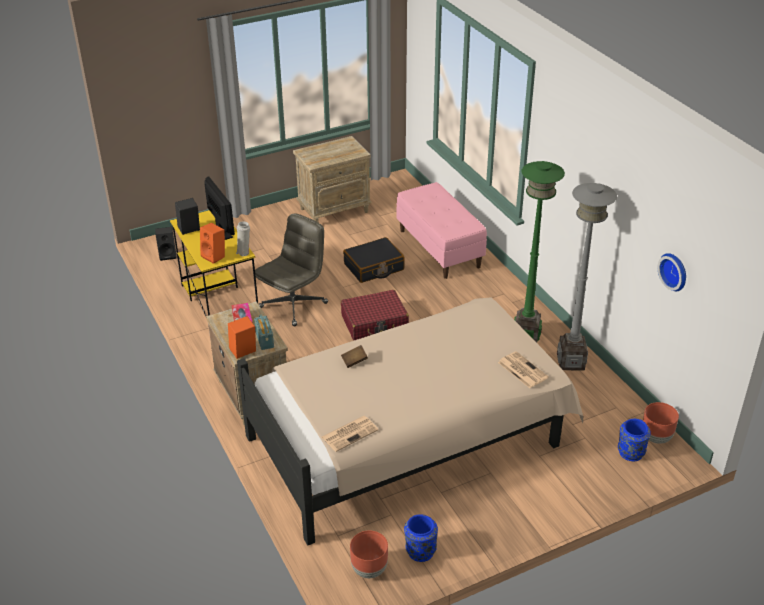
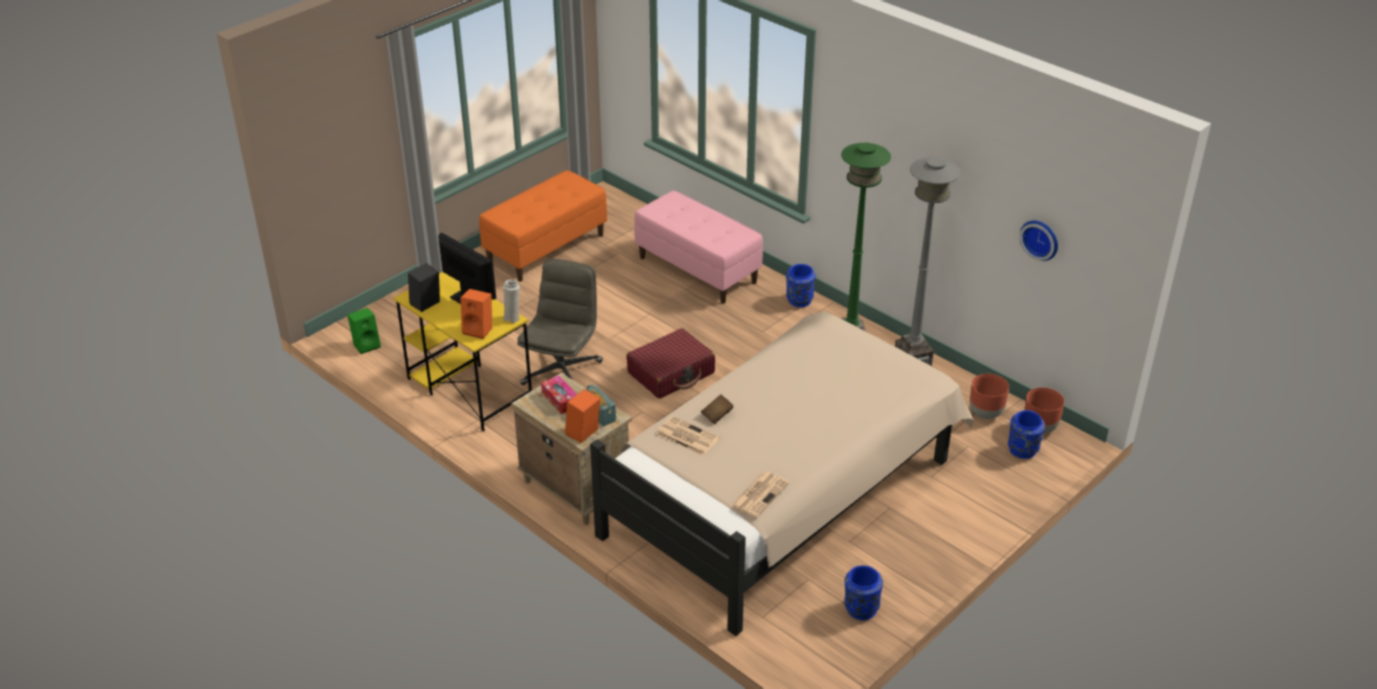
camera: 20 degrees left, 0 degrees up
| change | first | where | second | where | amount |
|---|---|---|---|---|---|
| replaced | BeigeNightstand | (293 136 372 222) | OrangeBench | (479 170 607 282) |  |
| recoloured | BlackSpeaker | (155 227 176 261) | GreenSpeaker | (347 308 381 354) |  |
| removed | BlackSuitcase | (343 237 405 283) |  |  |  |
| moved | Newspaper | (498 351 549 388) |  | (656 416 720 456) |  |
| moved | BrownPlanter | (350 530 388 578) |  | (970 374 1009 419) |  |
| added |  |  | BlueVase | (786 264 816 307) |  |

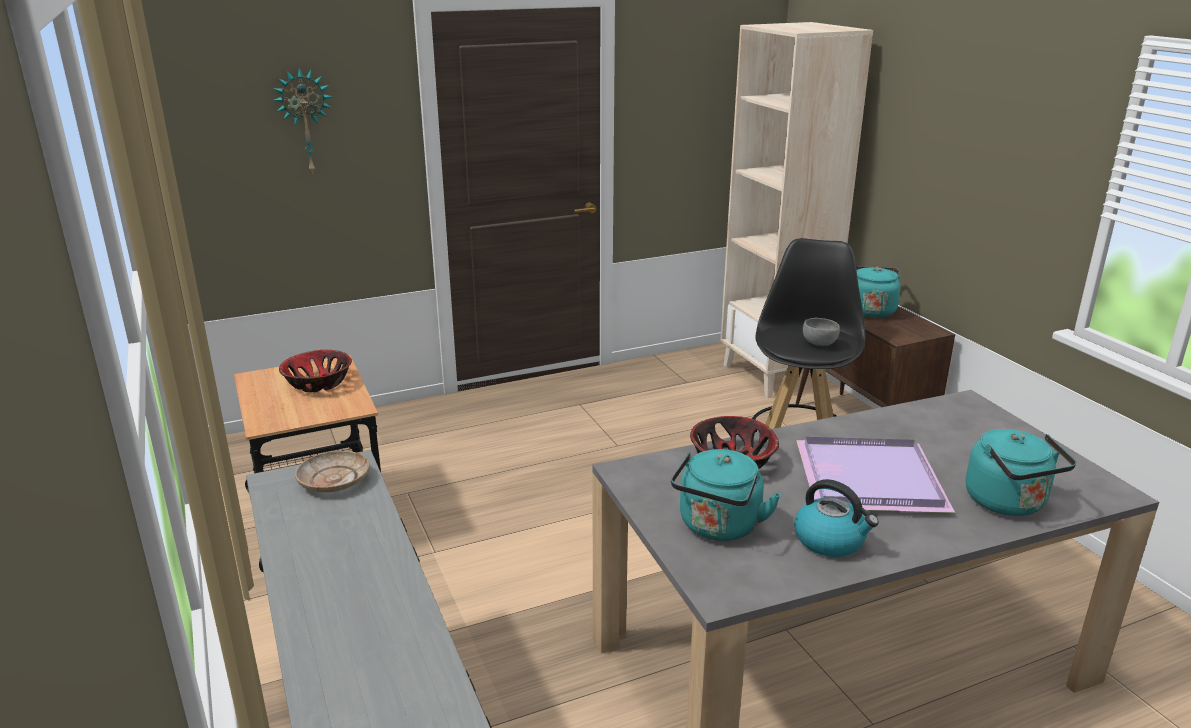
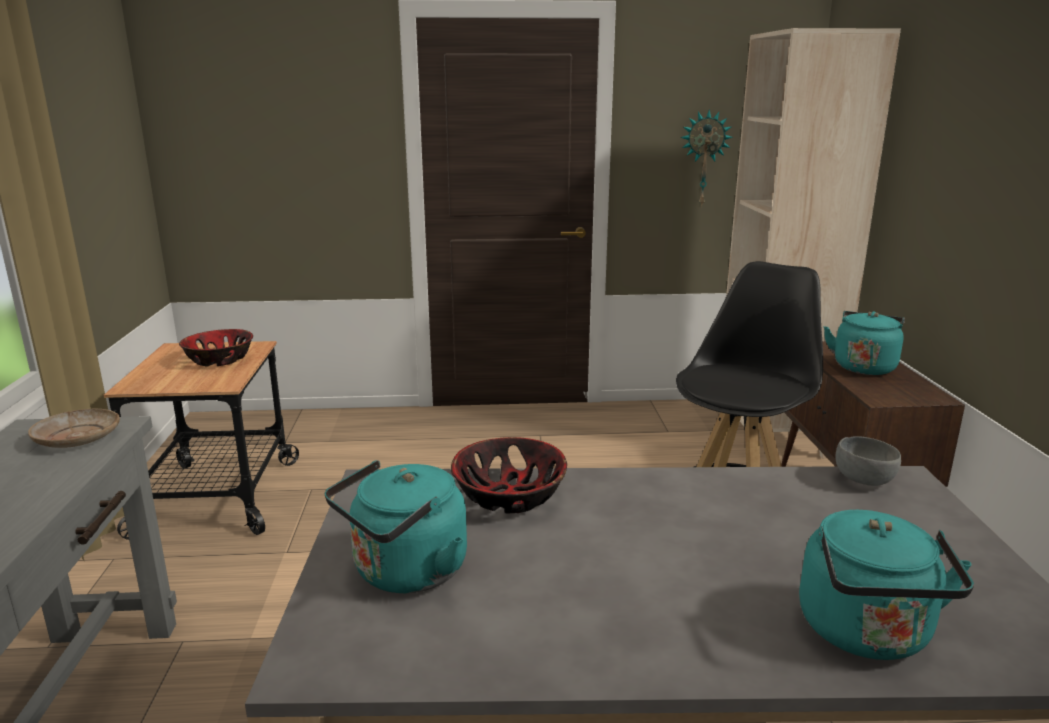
camera: 20 degrees right, 5 degrees down
| change | first | where | second | where | amount |
|---|---|---|---|---|---|
| moved | WallClock | (273 68 333 174) |  | (681 109 733 207) |  |
| moved | GreyBowl | (803 318 840 346) |  | (835 436 901 486) |  |
| removed | PurpleTray | (796 437 955 513) |  |  |  |
| removed | Kettle | (794 479 879 557) |  |  |  |

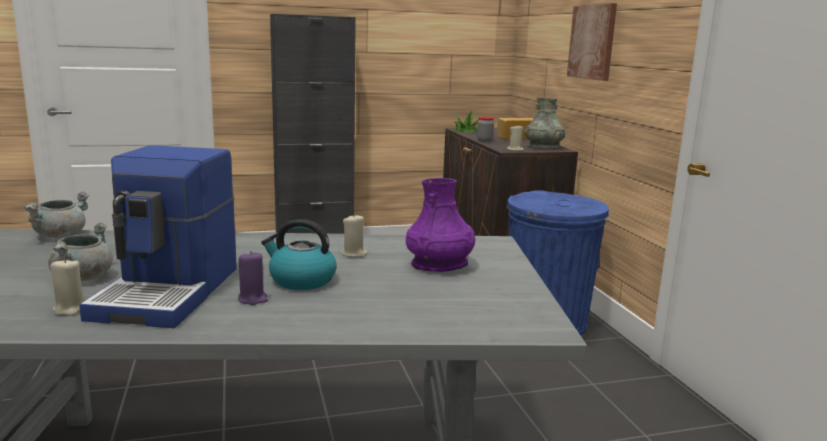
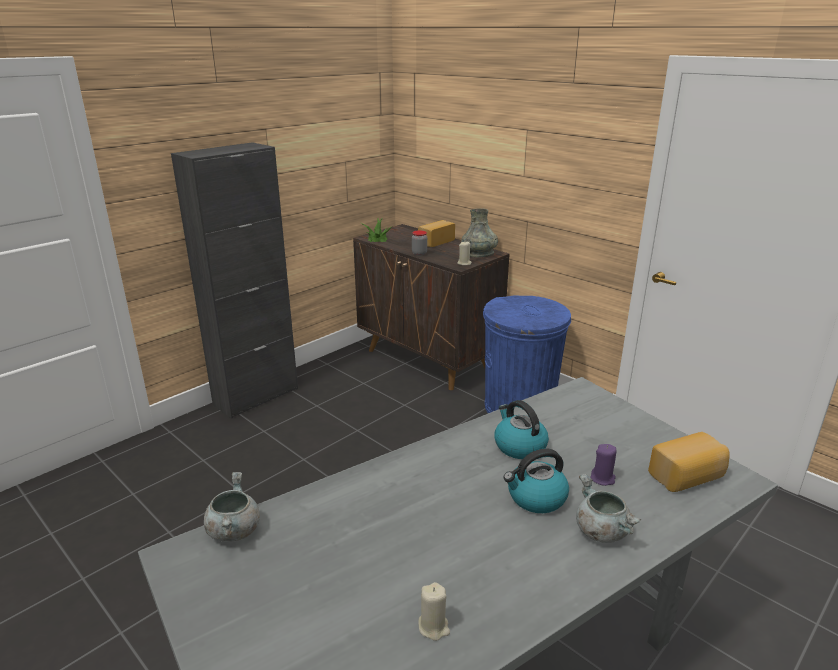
camera: 30 degrees left, 10 degrees up
| change | first | where | second | where | amount |
|---|---|---|---|---|---|
| removed | Picture | (567 3 617 81) |  |  |  |
| removed | CoffeeMachine | (79 145 237 328) |  |  |  |
| removed | PurpleVase | (406 178 475 272) |  |  |  |
| replaced | BeigeCandle | (341 214 368 257) | Kettle | (495 400 549 459) |  |
| moved | GreyCookingPot | (48 222 113 281) |  | (576 474 641 543) |  |
| moved | PurpleCandle | (238 251 268 305) |  | (591 444 616 486) |  |
| added |  |  | Bread | (648 432 730 492) |  |

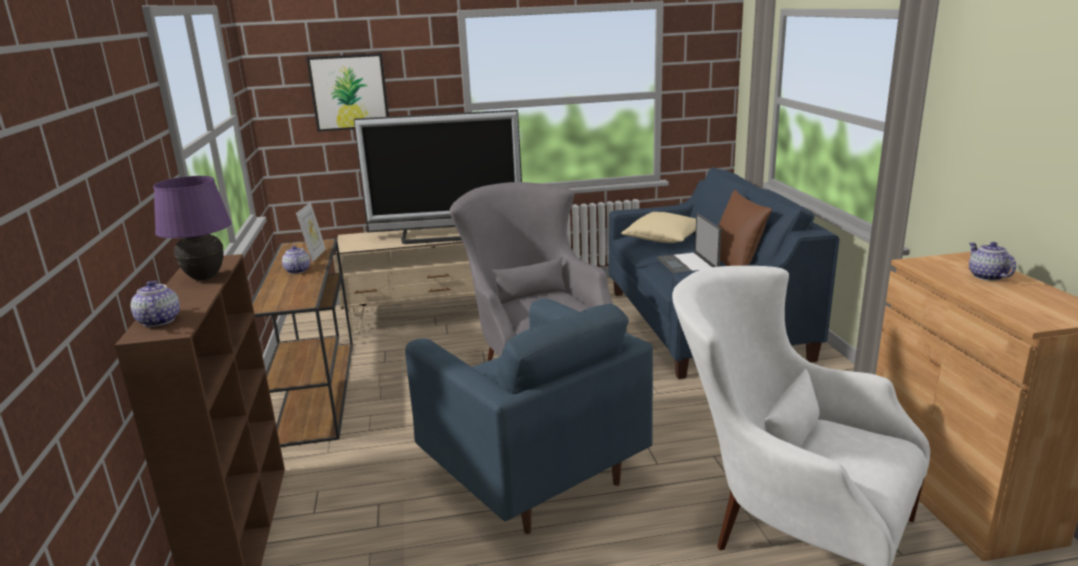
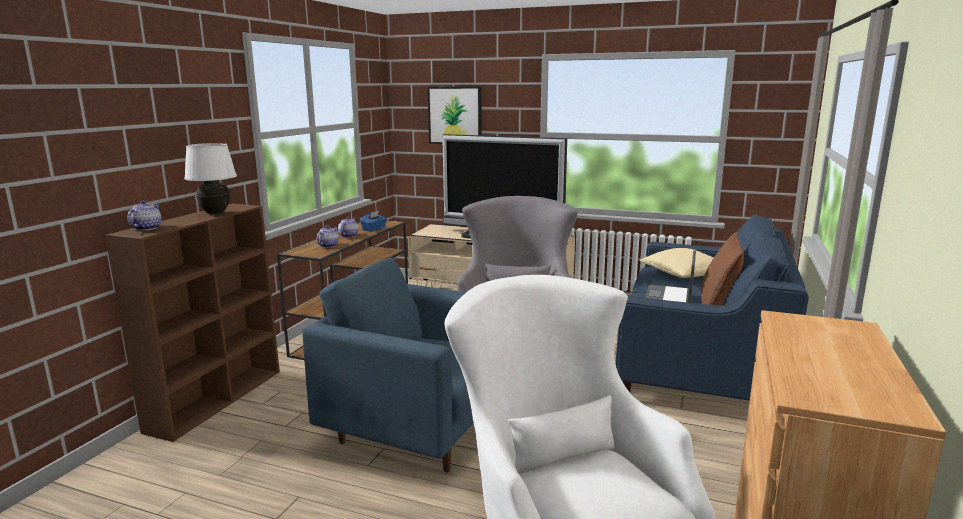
camera: 30 degrees right, 5 degrees down
| change | first | where | second | where | amount |
|---|---|---|---|---|---|
| recoloured | PurpleTableLamp | (153 176 232 280) | WhiteTableLamp | (184 143 237 214) |  |
| replaced | PictureFrame | (296 202 326 262) | BlueTissueBox | (360 211 387 232) |  |
| moved | Teapot | (969 242 1016 281) |  | (317 225 339 248) |  |
| turned | BlueArmchair | (405 298 653 534) |  | (302 258 474 472) | 120 degrees clockwise |

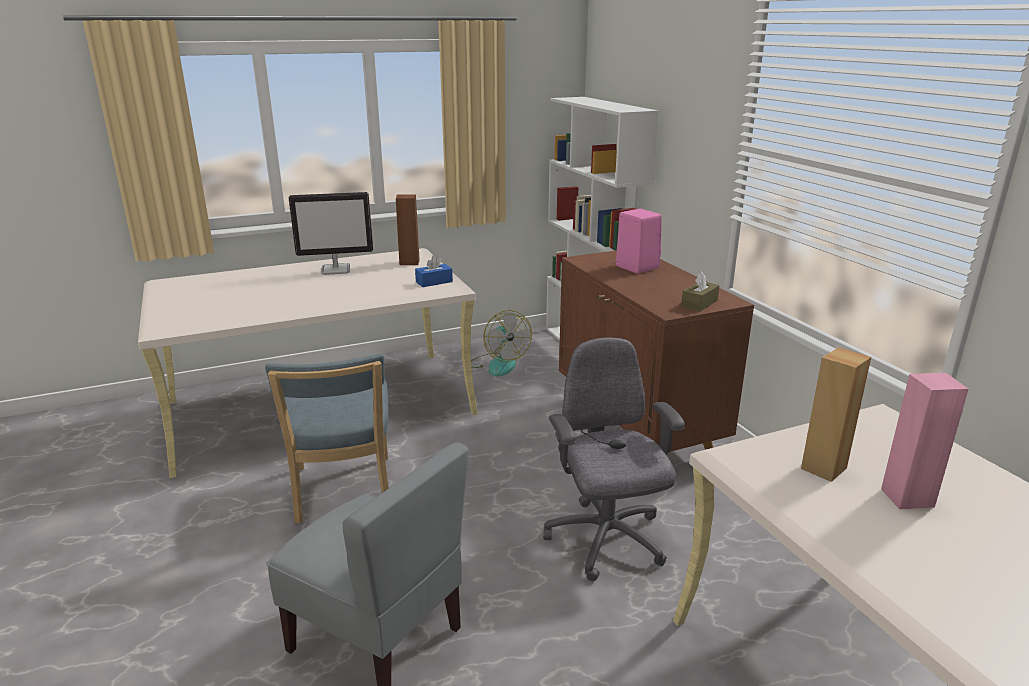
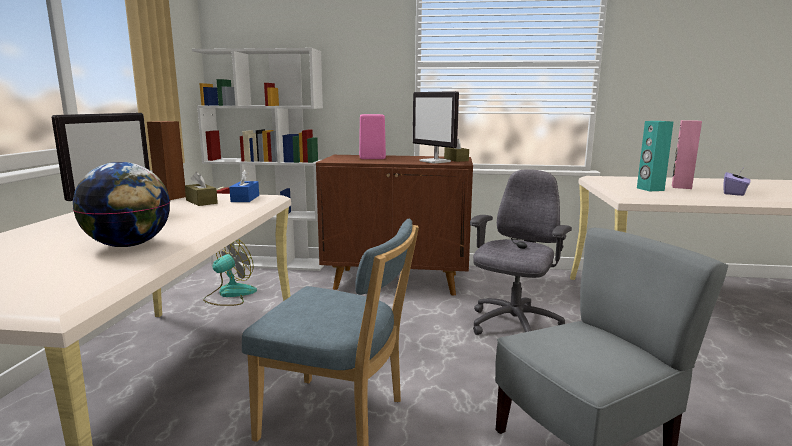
camera: 60 degrees left, 10 degrees down
| change | first | where | second | where | amount |
|---|---|---|---|---|---|
| turned | Fan | (471 310 532 376) |  | (203 239 257 306) | 60 degrees counterclockwise |
| turned | GreyOfficeChair | (543 337 685 581) |  | (470 169 572 335) | 105 degrees clockwise |
| recoloured | BrownSpeaker | (801 347 871 482) | TurquoiseSpeaker | (637 121 673 191) |  |
| added |  |  | Monitor | (413 91 459 164) |  |
| added |  |  | Globe | (73 162 170 247) |  |
| added |  |  | PurpleTissueBox | (723 169 751 196) |  |
| added |  |  | BrownTissueBox | (185 172 218 206) |  |

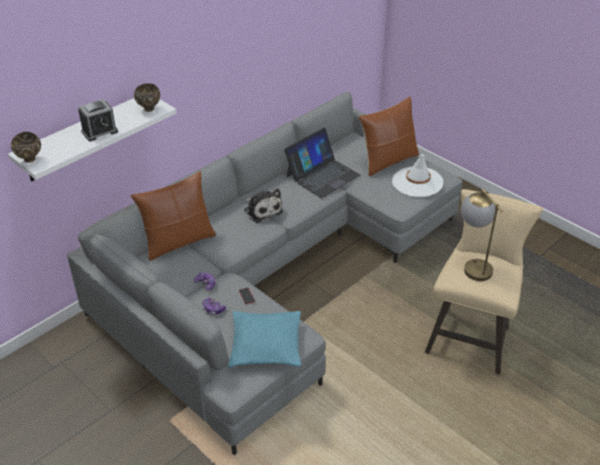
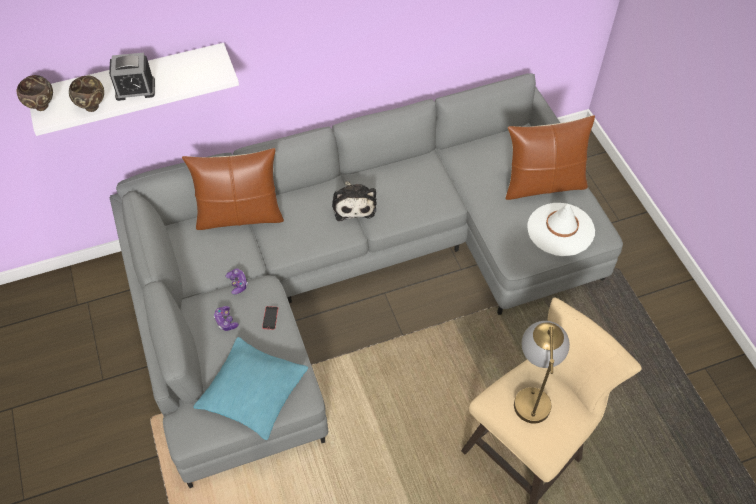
camera: 25 degrees right, 15 degrees up
| change | first | where | second | where | amount |
|---|---|---|---|---|---|
| moved | BrownBowl | (134 83 160 112) |  | (69 75 104 112) |  |
| removed | Laptop | (284 128 360 198) |  |  |  |

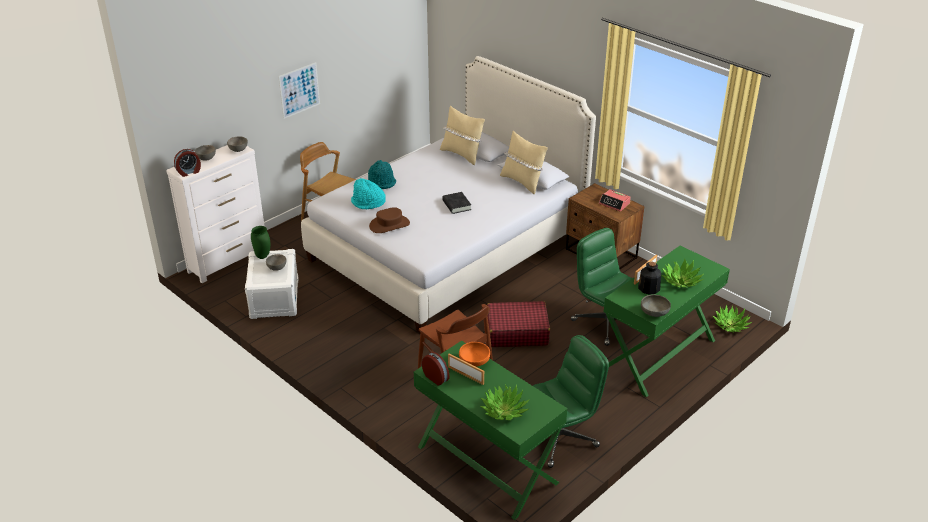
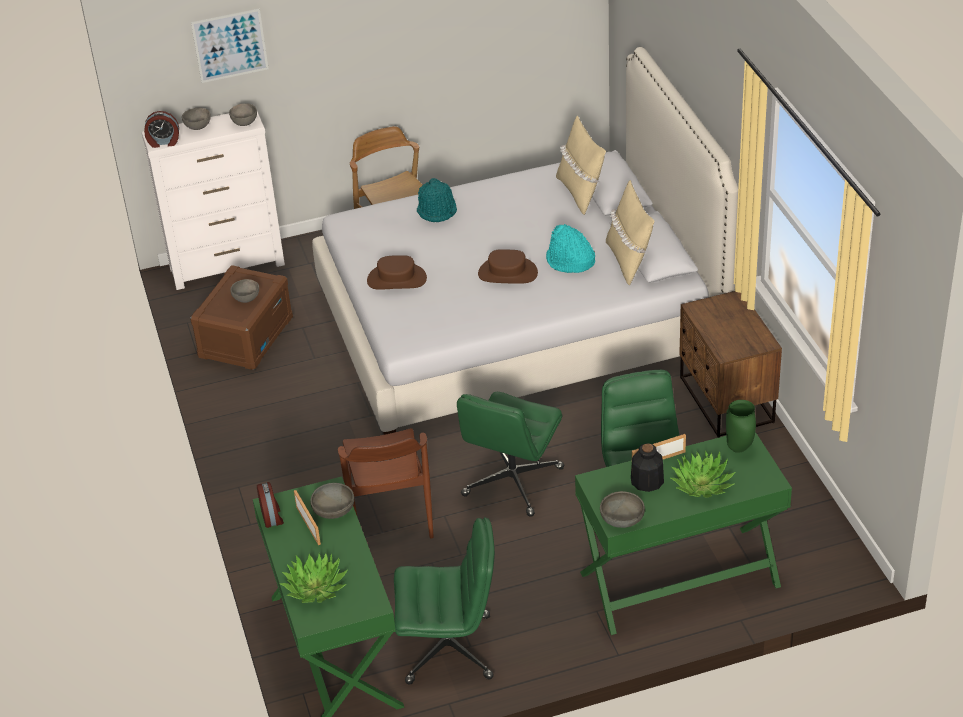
camera: 30 degrees right, 5 degrees up
| change | first | where | second | where | amount |
|---|---|---|---|---|---|
| moved | Picture | (278 62 320 119) |  | (191 8 269 83) |  |
| moved | TurquoiseHat | (351 178 386 209) |  | (546 224 595 273) |  |
| removed | AlarmClock | (599 189 631 212) |  |  |  |
| replaced | BlackBook | (442 192 471 214) | BrownHat | (478 249 538 284) |  |
| moved | GreenVase | (251 226 270 259) |  | (726 400 756 453) |  |
| recoloured | WhiteStorageBox | (245 249 298 319) | BrownStorageBox | (190 265 293 370) |  |
| replaced | RedSuitcase | (487 301 550 347) | GreenOfficeChair | (457 392 564 517) |  |
| removed | PottedPlant | (713 305 752 332) |  |  |  |
| recoloured | OrangeBowl | (459 342 490 367) | GreyBowl | (310 483 354 519) |  |

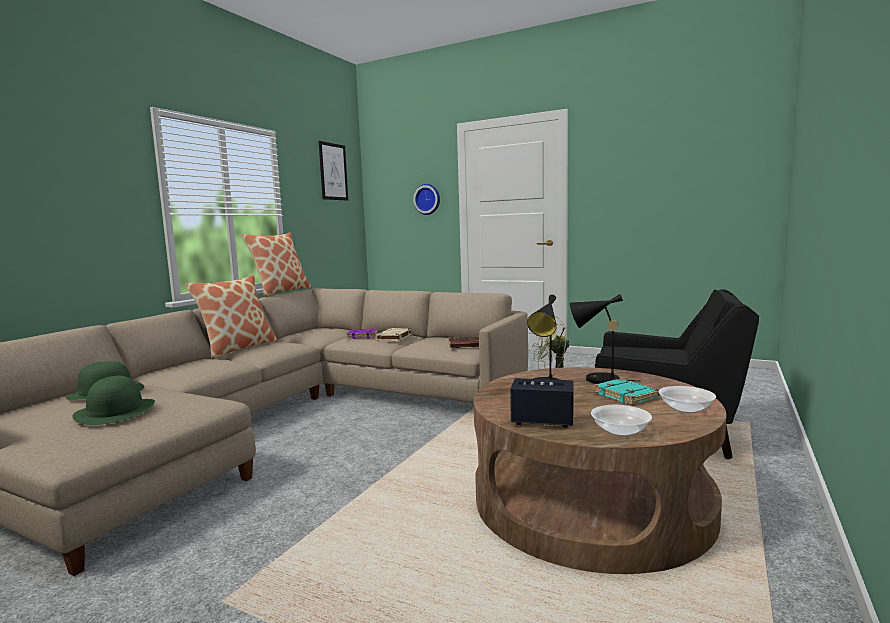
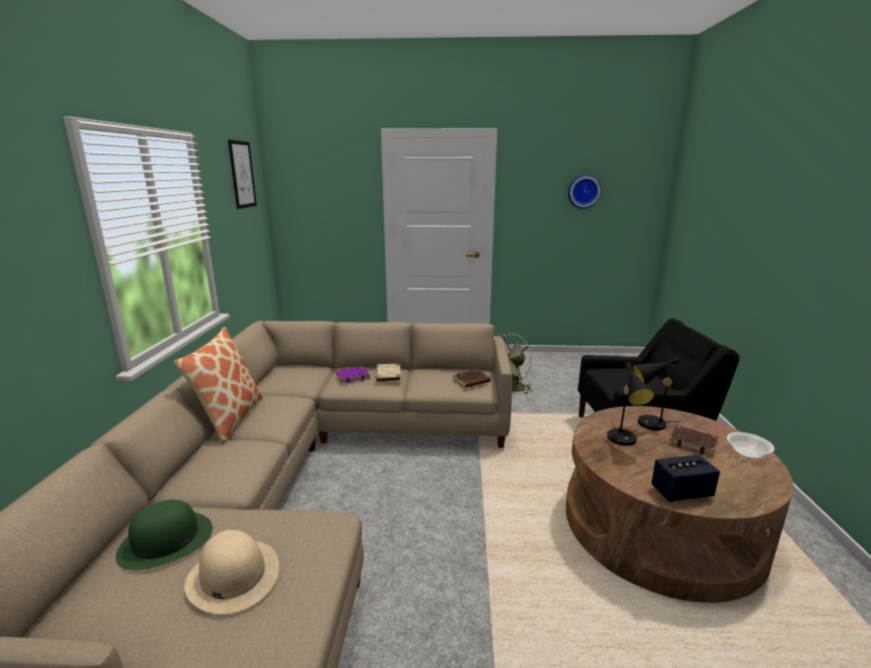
camera: 25 degrees left, 10 degrees up
| change | first | where | second | where | amount |
|---|---|---|---|---|---|
| moved | WallClock | (413 184 440 215) |  | (568 175 601 209) |  |
| removed | Pillow | (241 233 312 297) |  |  |  |
| recoloured | GreenHat | (72 376 155 425) | BeigeHat | (184 530 279 614) |  |
| recoloured | TurquoiseBook | (594 379 660 405) | BrownBook | (669 425 718 456) |  |
| removed | Bowl | (591 405 652 437) |  |  |  |

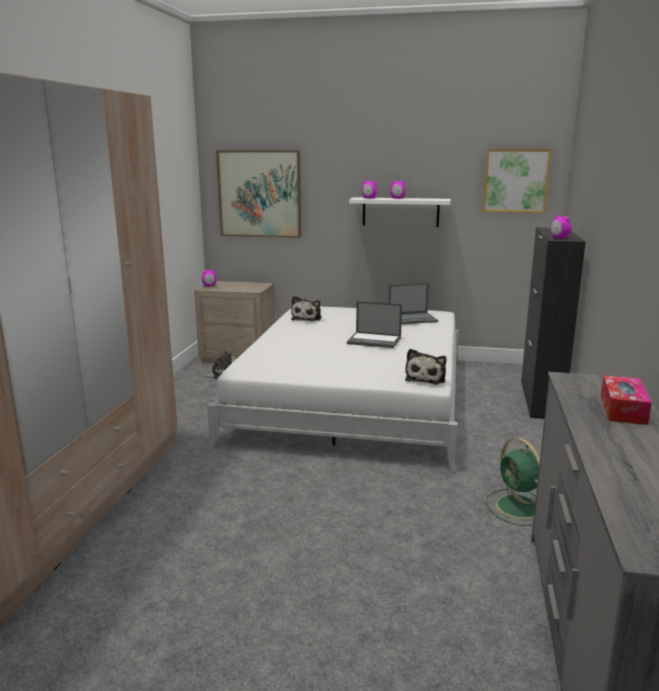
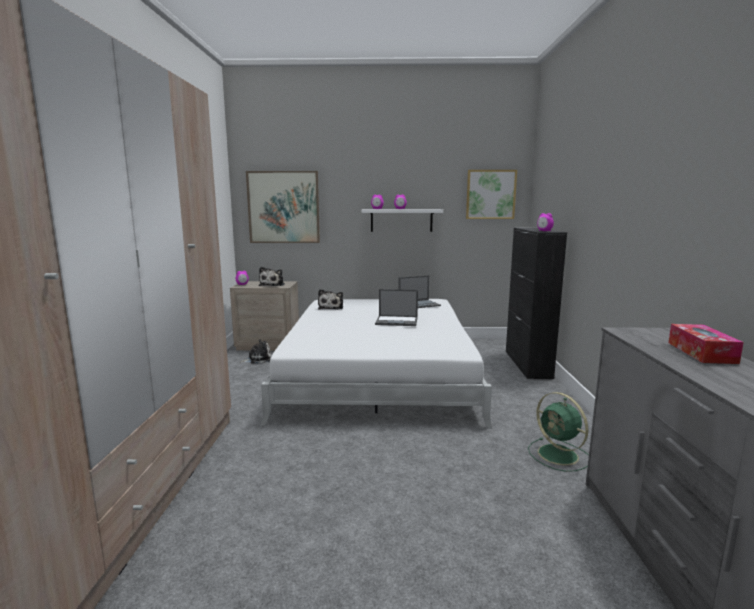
camera: 10 degrees left, 5 degrees down
| change | first | where | second | where | amount |
|---|---|---|---|---|---|
| moved | PlushToy | (405 349 447 384) |  | (259 267 285 286) |  |

